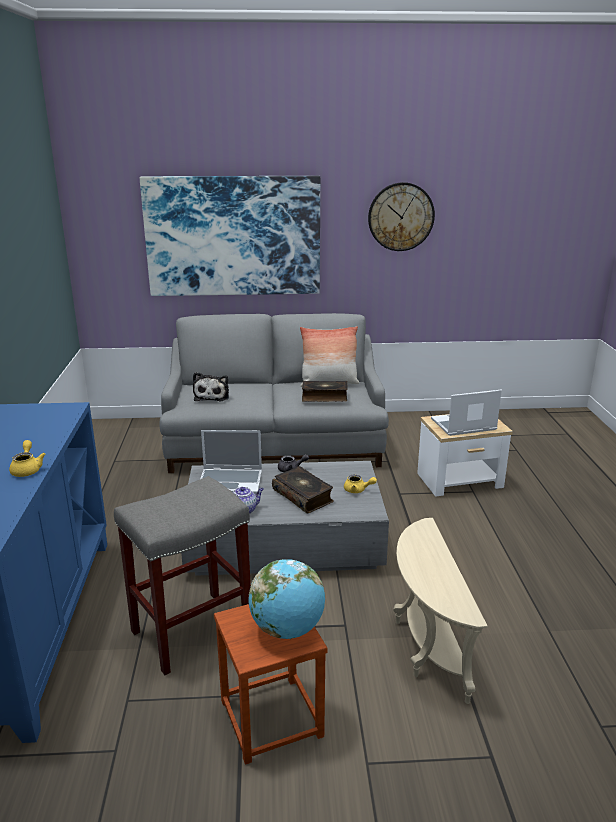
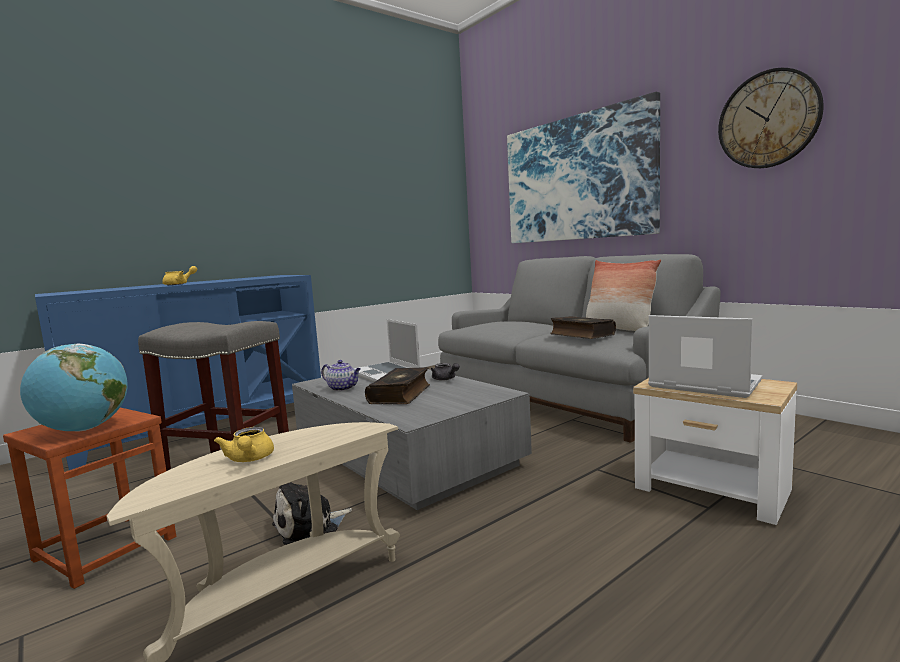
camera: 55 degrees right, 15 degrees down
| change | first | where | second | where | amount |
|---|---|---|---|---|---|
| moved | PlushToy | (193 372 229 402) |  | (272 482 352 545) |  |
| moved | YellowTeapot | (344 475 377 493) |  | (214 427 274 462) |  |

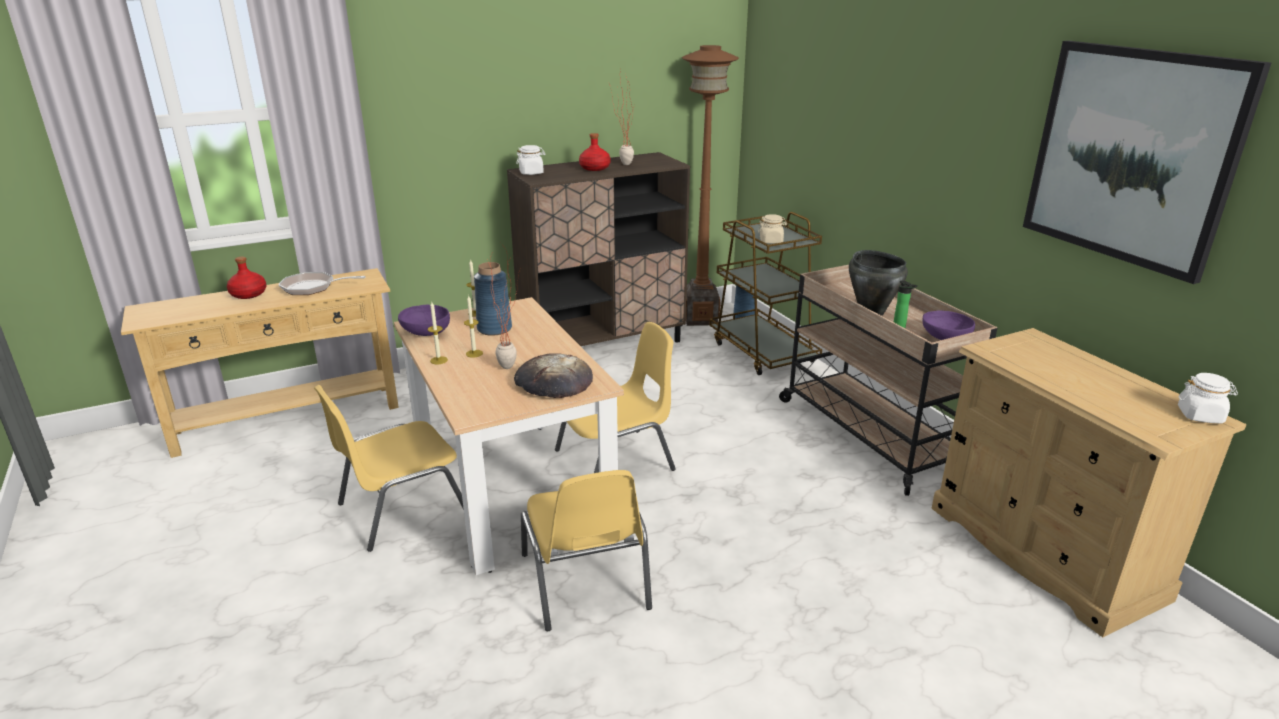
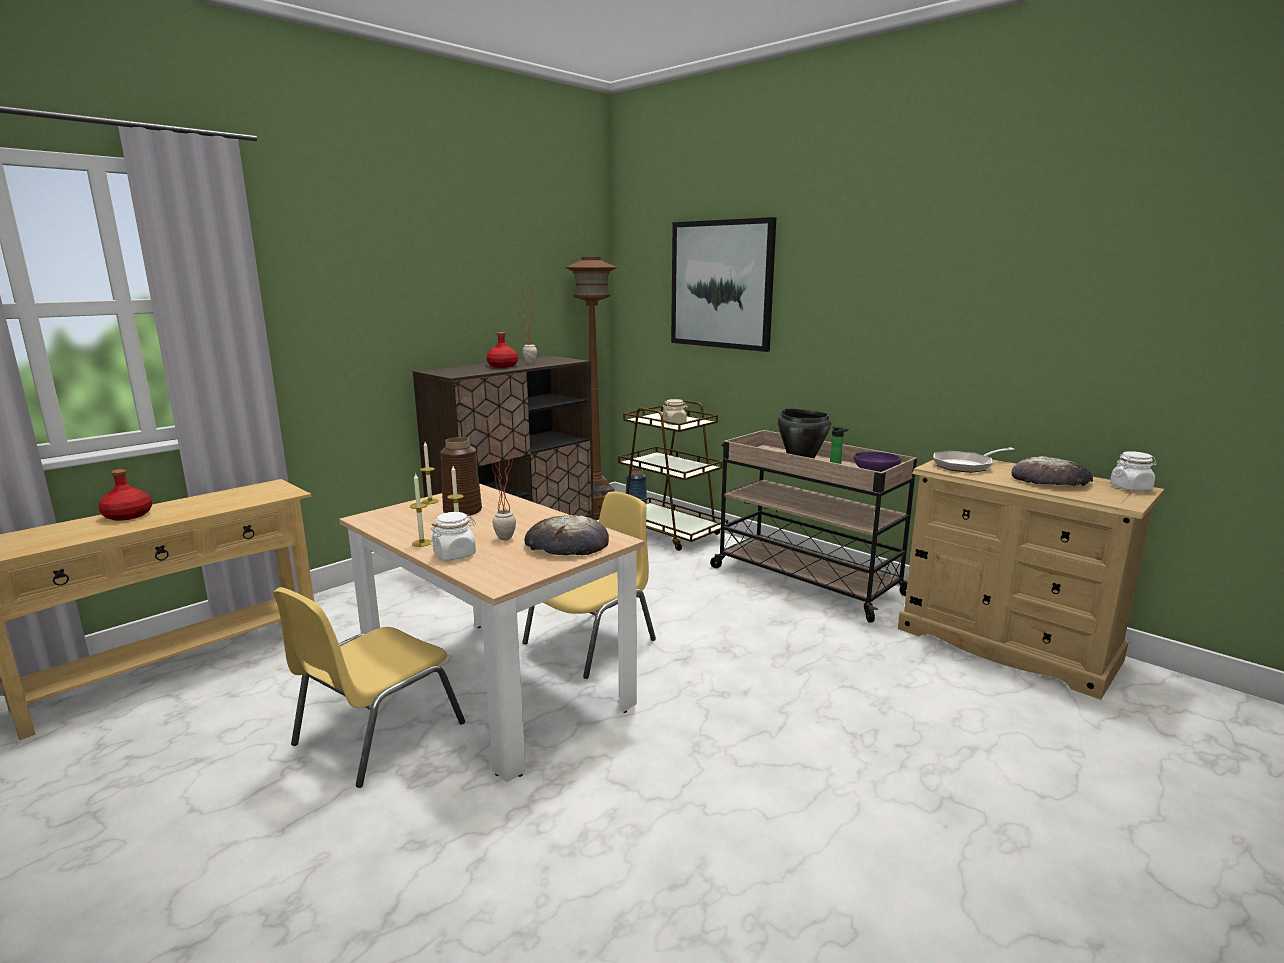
camera: 20 degrees left, 10 degrees down
| change | first | where | second | where | amount |
|---|---|---|---|---|---|
| moved | Picture | (1023 41 1271 284) |  | (671 217 776 352) |  |
| moved | WhiteJar | (516 145 545 175) |  | (430 512 476 560) |  |
| recoloured | BlueVase | (474 262 512 336) | BrownVase | (440 437 482 516) |  |
| moved | FryingPan | (278 272 366 295) |  | (933 447 1015 473) |  |
| removed | PurpleBowl | (398 305 450 336) |  |  |  |
| removed | YellowChair | (521 470 652 631) |  |  |  |
| added |  |  | Bread | (1011 456 1093 486) |  |

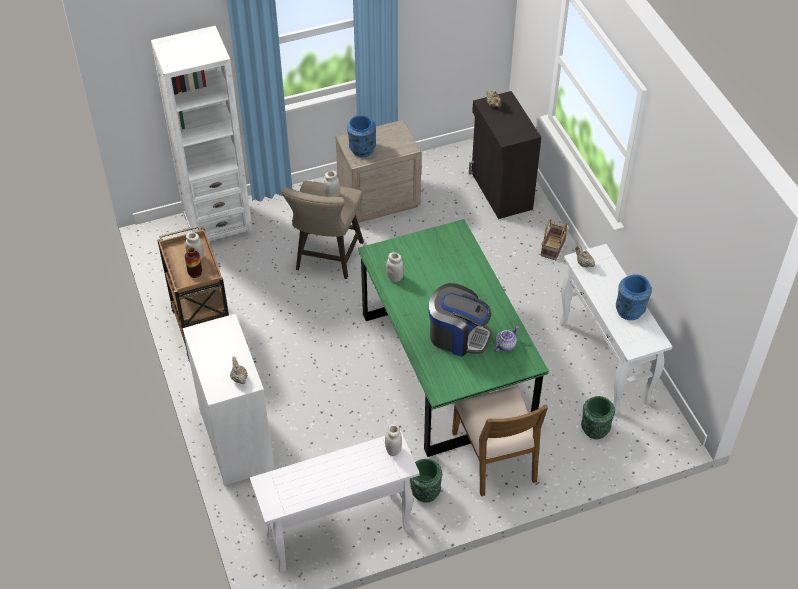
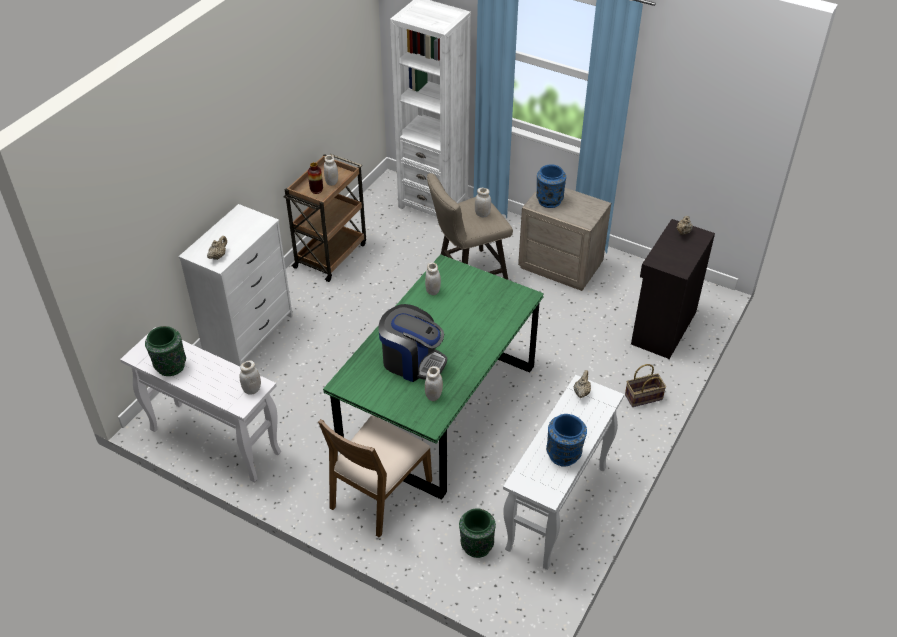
camera: 50 degrees right, 5 degrees down
| change | first | where | second | where | amount |
|---|---|---|---|---|---|
| turned | CoffeeMachine | (429 283 491 357) |  | (378 304 447 382) | 45 degrees counterclockwise |
| replaced | Teapot | (494 326 519 352) | WhiteJar | (425 366 443 401) |  |
| moved | GreenVase | (410 459 442 503) |  | (145 326 186 376) |  |

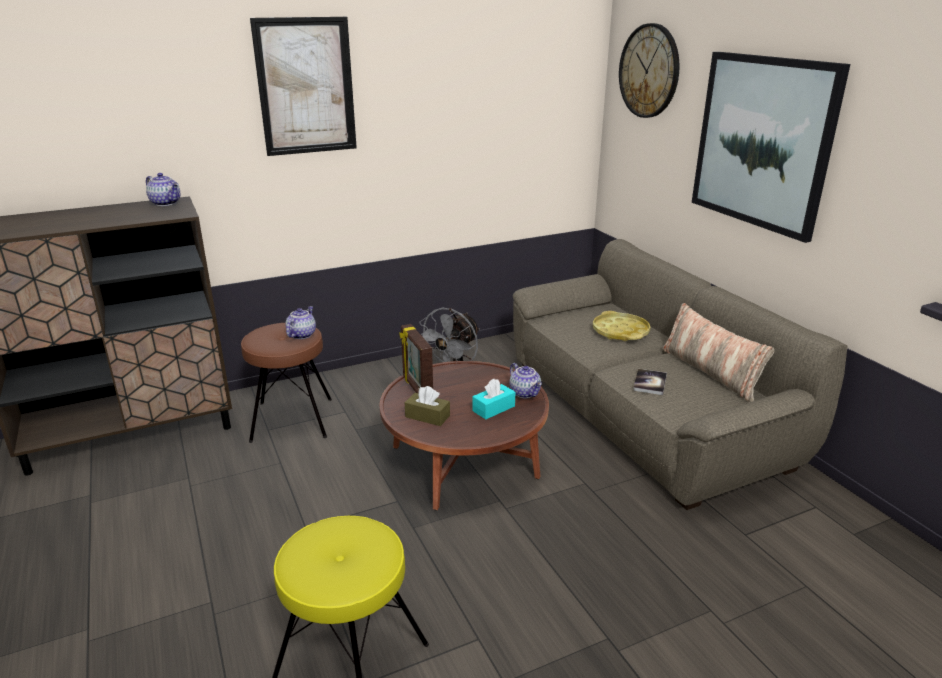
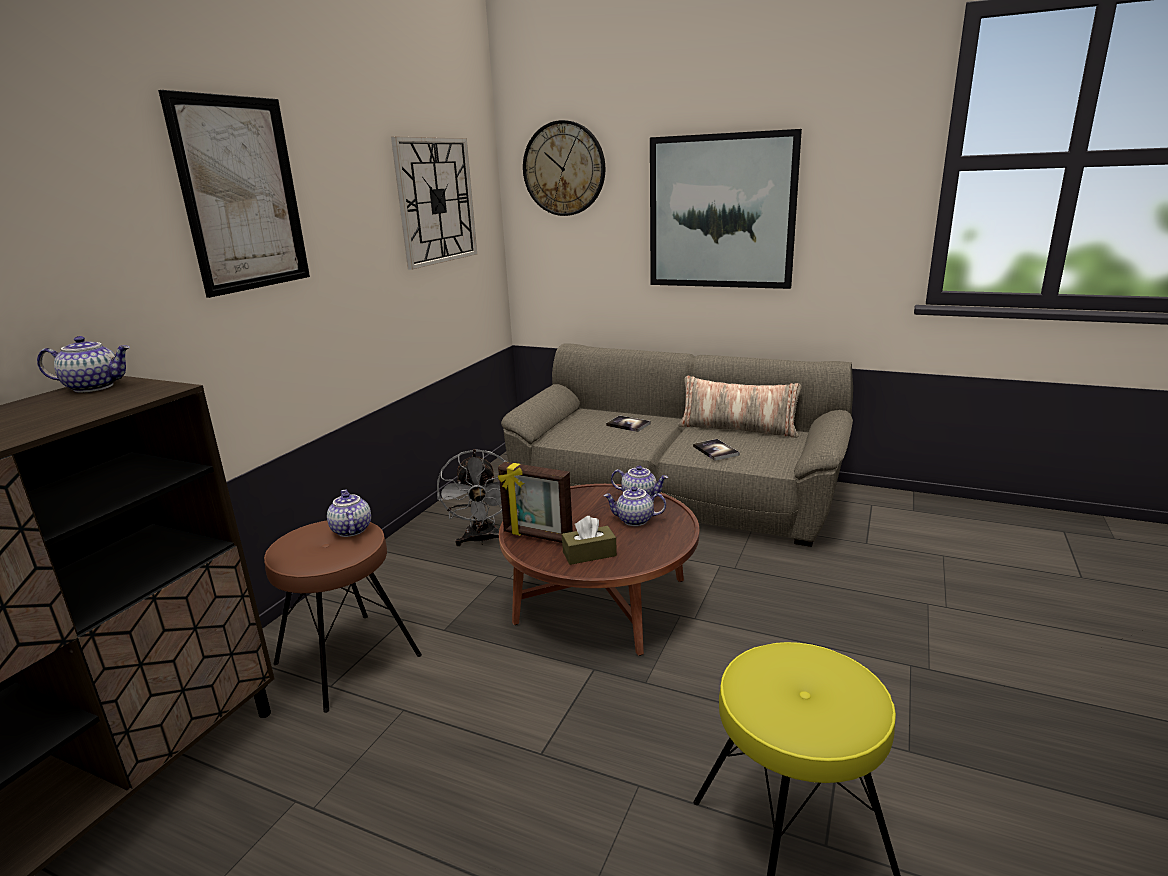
camera: 40 degrees left, 5 degrees down
| change | first | where | second | where | amount |
|---|---|---|---|---|---|
| replaced | YellowTray | (593 311 650 341) | Book | (606 415 651 432) |  |
| replaced | TurquoiseTissueBox | (472 379 515 419) | Teapot | (603 486 666 526) |  |
| added |  |  | WallClock | (391 137 477 270) |  |

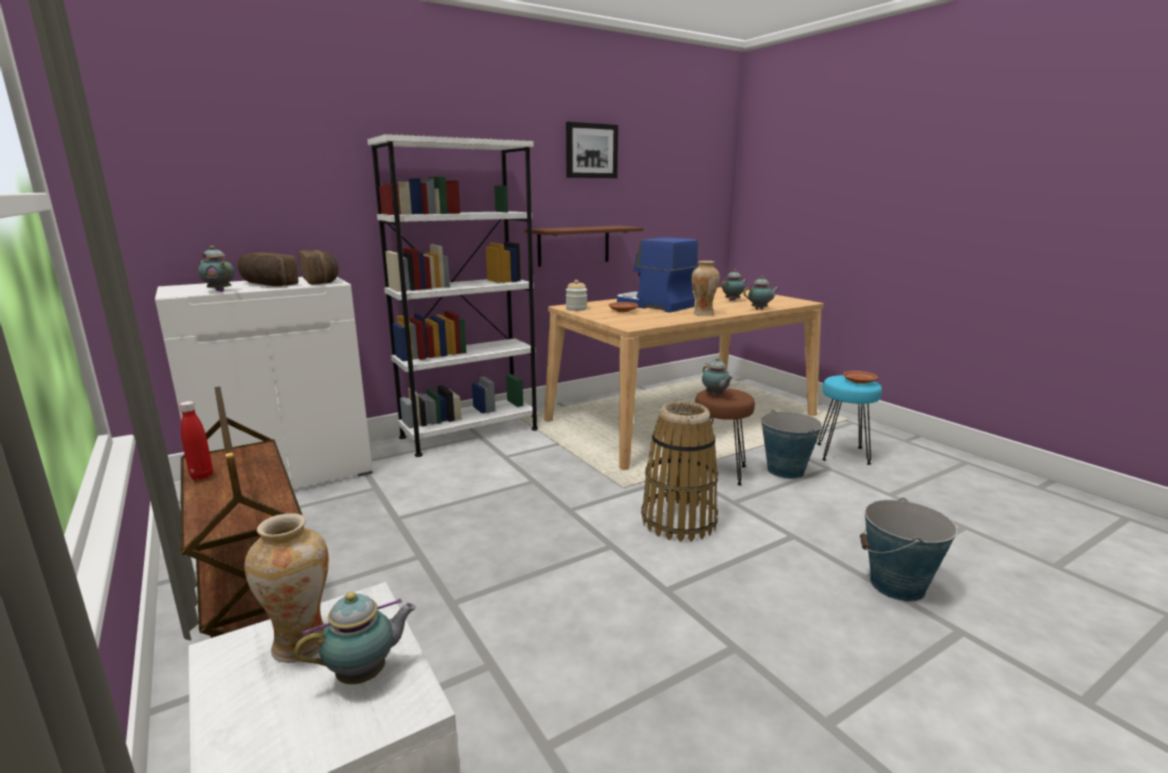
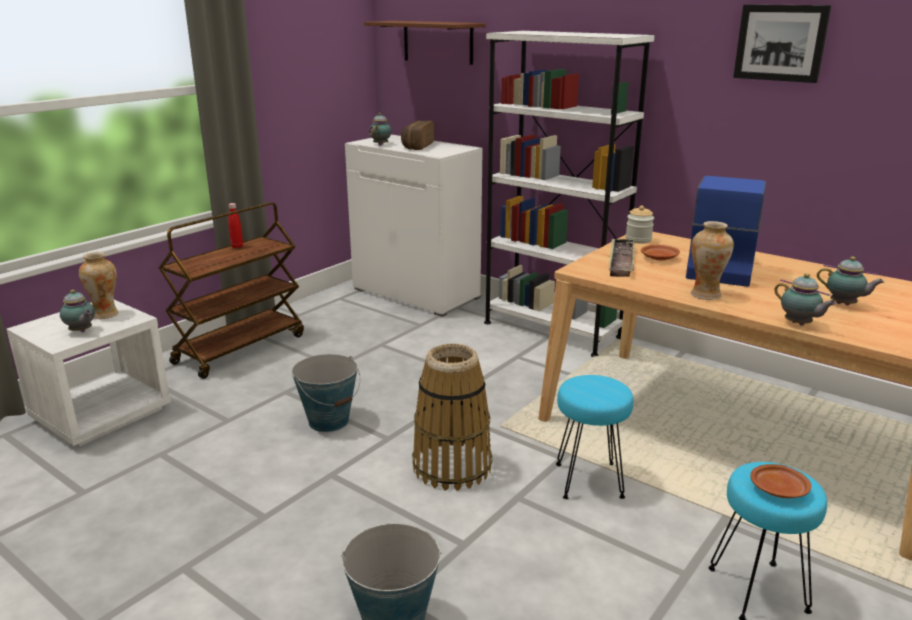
camera: 70 degrees right, 5 degrees up
| change | first | where | second | where | amount |
|---|---|---|---|---|---|
| moved | BrownShelf | (525 226 644 267) |  | (364 21 485 65) |  |
| removed | Bread | (299 250 339 285) |  |  |  |
| removed | Teapot | (702 358 733 396) |  |  |  |
| recoloured | BrownStool | (695 388 755 485) | TurquoiseStool | (556 375 633 499) |  |
| moved | Bucket | (761 410 822 479) |  | (292 354 360 432) |  |
| added |  |  | Tray | (609 238 634 277) |  |

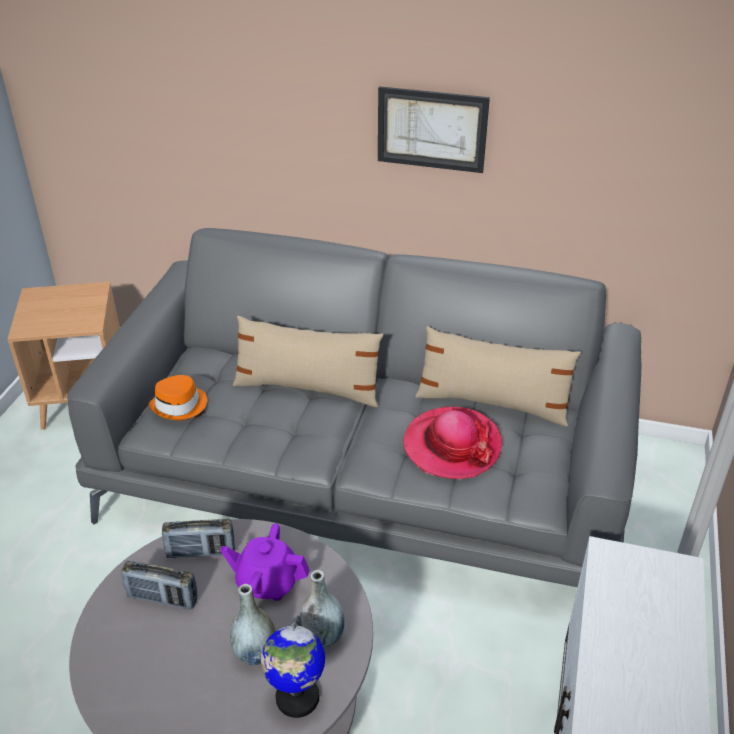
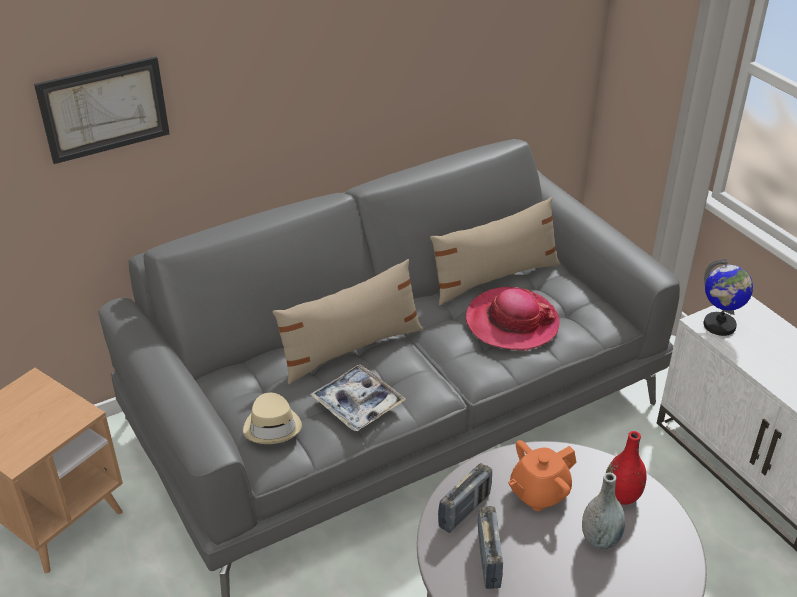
camera: 45 degrees left, 0 degrees up
| change | first | where | second | where | amount |
|---|---|---|---|---|---|
| moved | Picture | (378 86 490 173) |  | (34 56 170 164) |  |
| recoloured | OrangeHat | (149 375 207 421) | BeigeHat | (243 393 302 444) |  |
| recoloured | PurpleTeapot | (220 523 310 601) | OrangeTeapot | (508 440 576 511) |  |
| turned | Radio | (121 561 198 609) |  | (478 506 503 589) | 60 degrees counterclockwise |
| recoloured | GreyVase | (300 570 345 648) | RedVase | (606 431 646 505) |  |
| moved | Globe | (261 615 325 718) |  | (703 259 753 336) |  |
| added |  |  | Tray | (310 364 406 431) |  |

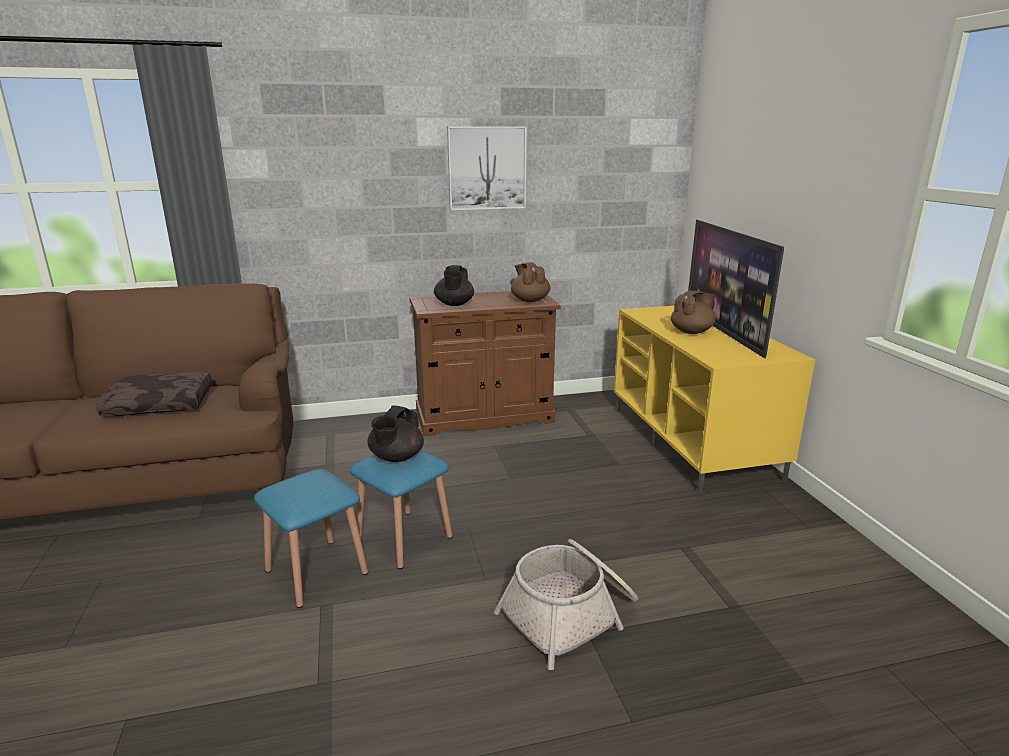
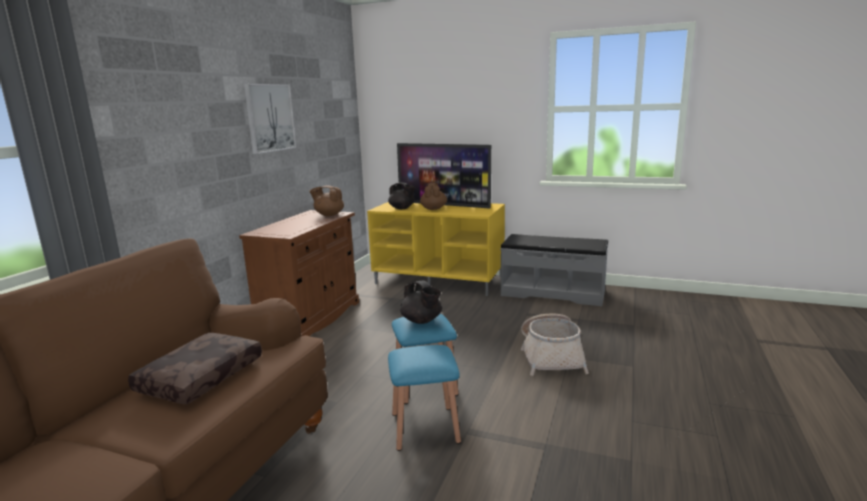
camera: 55 degrees left, 5 degrees down
| change | first | where | second | where | amount |
|---|---|---|---|---|---|
| moved | BlackTeapot | (434 265 474 306) |  | (388 183 415 209) |  |
| added |  |  | GreyBench | (500 234 608 306) |  |

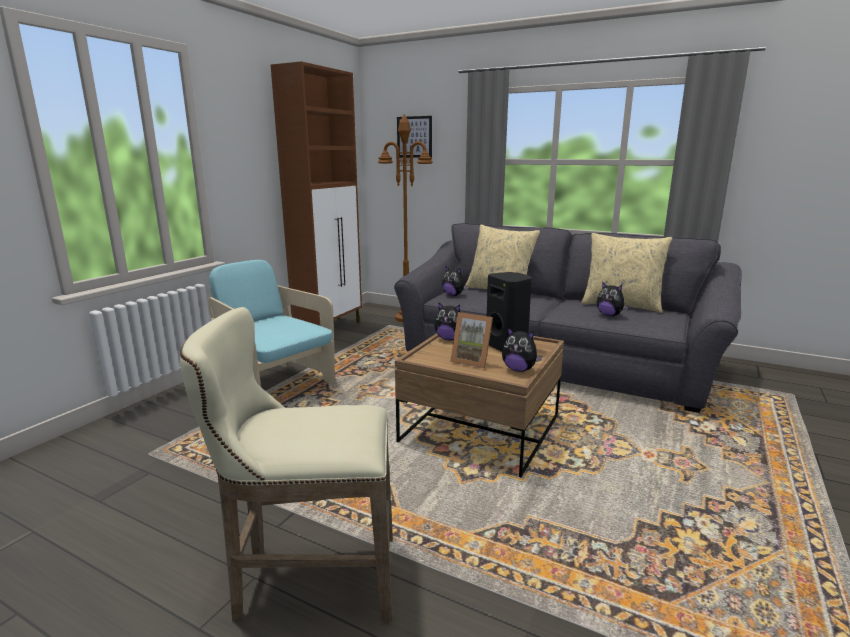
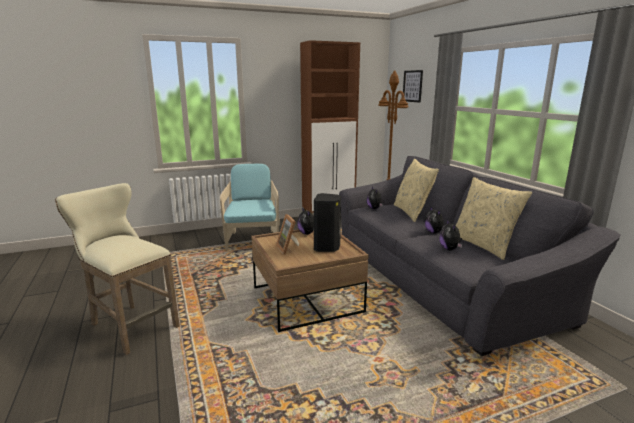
camera: 40 degrees right, 0 degrees up
| change | first | where | second | where | amount |
|---|---|---|---|---|---|
| moved | PlushToy | (502 327 542 372) |  | (425 206 444 234) |  |

